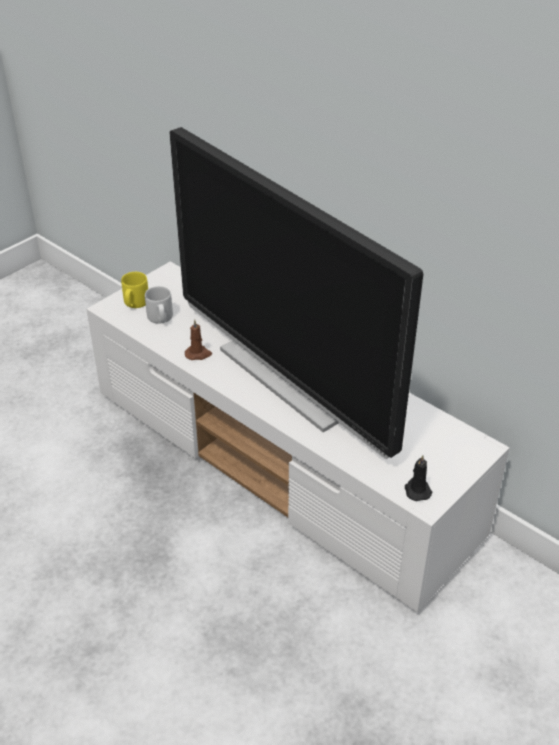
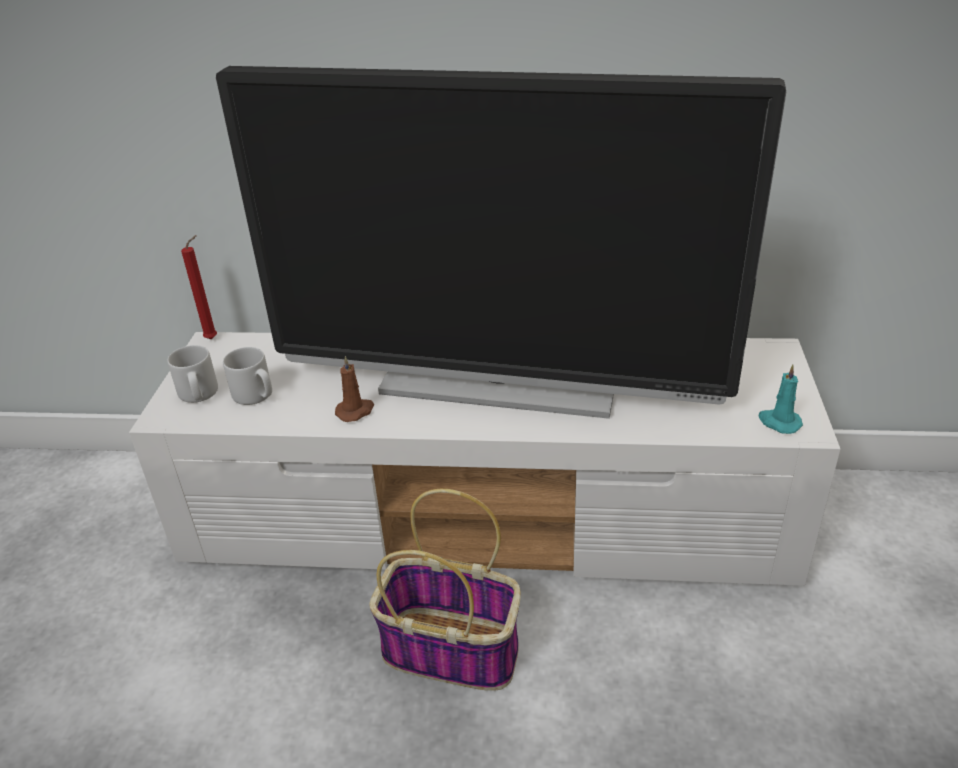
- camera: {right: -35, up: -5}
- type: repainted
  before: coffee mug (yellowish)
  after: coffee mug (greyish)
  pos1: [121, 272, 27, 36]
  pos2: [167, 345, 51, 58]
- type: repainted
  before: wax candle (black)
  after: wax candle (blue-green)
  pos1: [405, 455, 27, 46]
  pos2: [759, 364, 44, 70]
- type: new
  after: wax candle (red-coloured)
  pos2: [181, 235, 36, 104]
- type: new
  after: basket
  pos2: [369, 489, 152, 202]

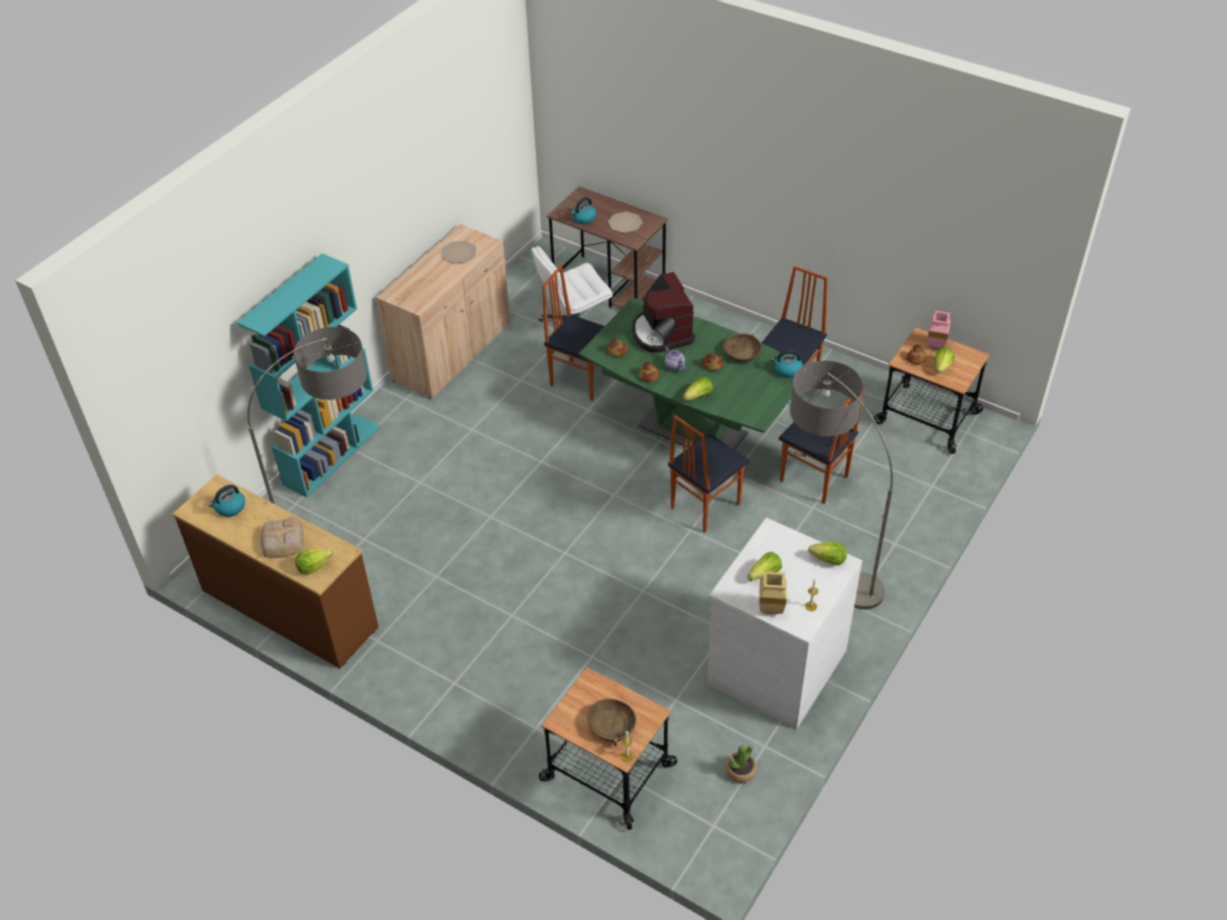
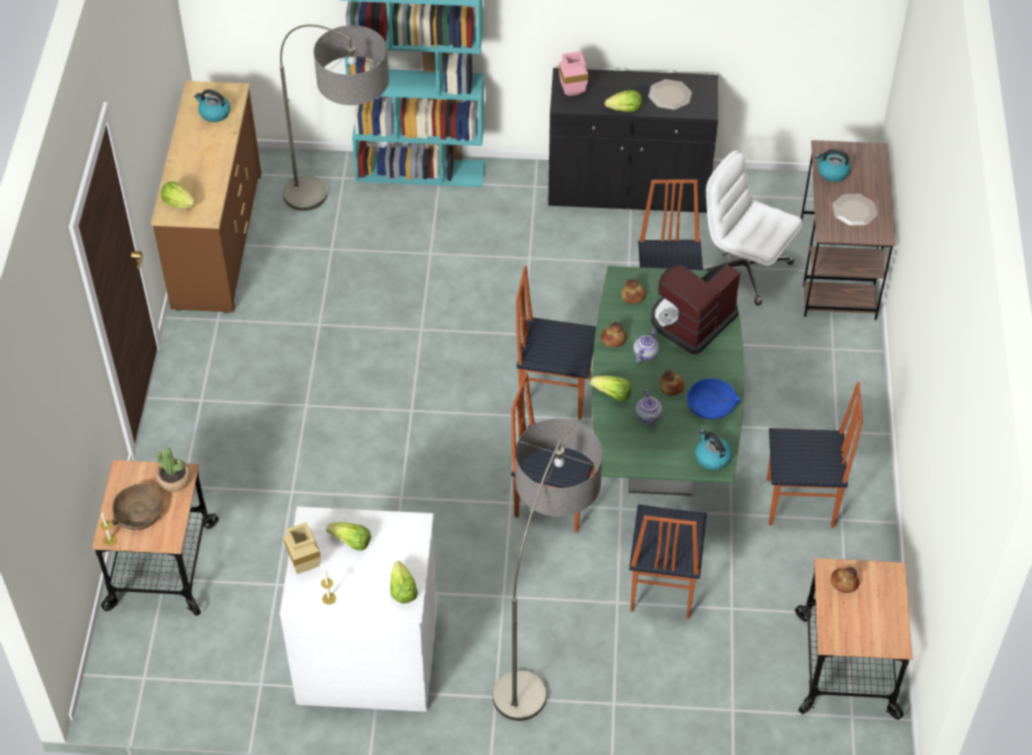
- camera: {right: 60, up: 5}
- type: gone
  before: bread
  pos1: [261, 517, 43, 41]
- type: repainted
  before: storage cabinet (sand-coloured)
  after: storage cabinet (black)
  pos1: [376, 224, 134, 175]
  pos2: [548, 68, 170, 145]
- type: repainted
  before: bowl (brown-coloured)
  after: bowl (blue-coloured)
  pos1: [723, 333, 39, 29]
  pos2: [687, 378, 54, 42]
- type: shifted
  before: houseplant
  pos1: [725, 745, 32, 38]
  pos2: [156, 447, 35, 45]
- type: shifted
  before: flower vase (pink)
  pos1: [927, 311, 24, 39]
  pos2: [559, 51, 29, 45]
- type: shifted
  before: lettuce head
  pos1: [934, 347, 21, 27]
  pos2: [604, 90, 38, 22]
- type: new
  after: chair
  pos2: [516, 266, 80, 154]
- type: new
  after: tea pot
  pos2: [636, 390, 26, 35]

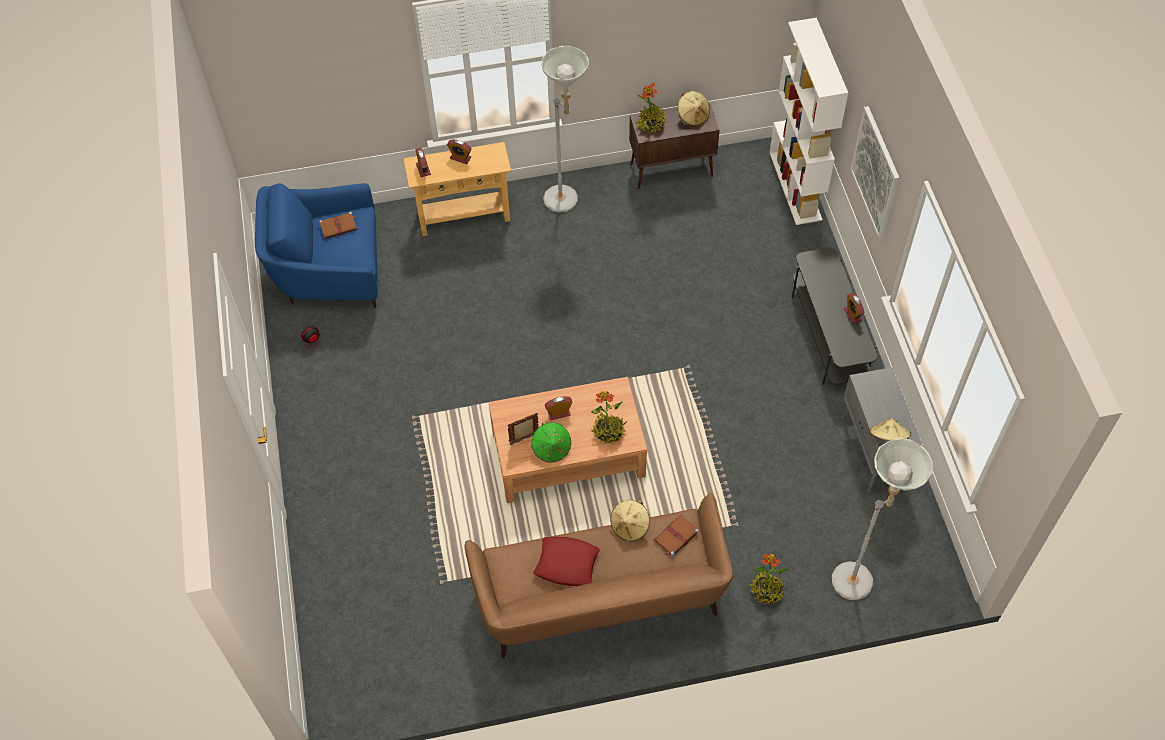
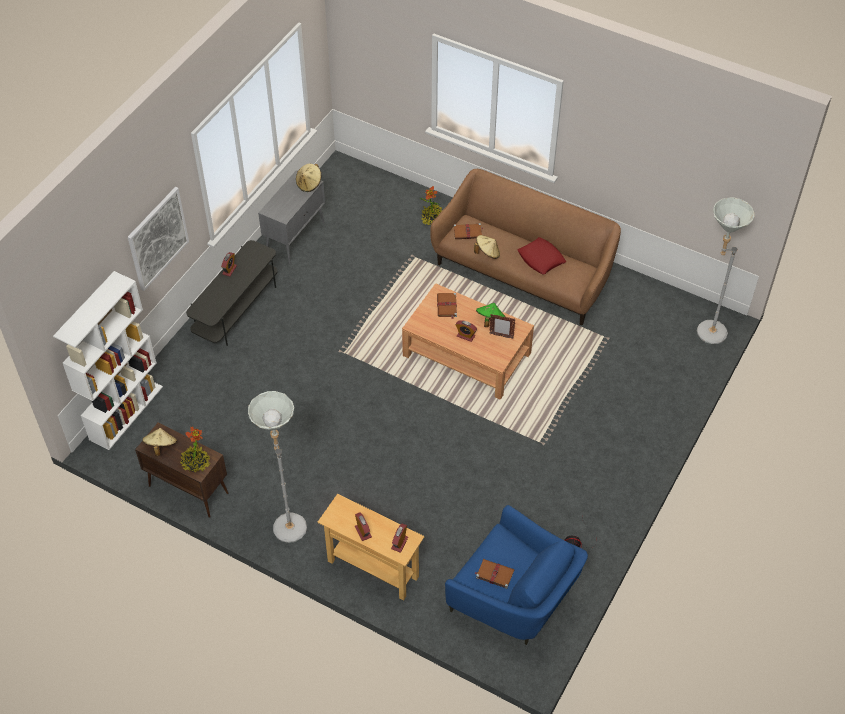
- camera: {right: -140, up: -5}
- type: swapped
  before: houseplant
  after: book (brown-coloured)
  pos1: [591, 391, 35, 53]
  pos2: [437, 293, 20, 26]
- type: shifted
  before: standard lamp (greyish)
  pos1: [832, 438, 101, 162]
  pos2: [697, 197, 58, 147]

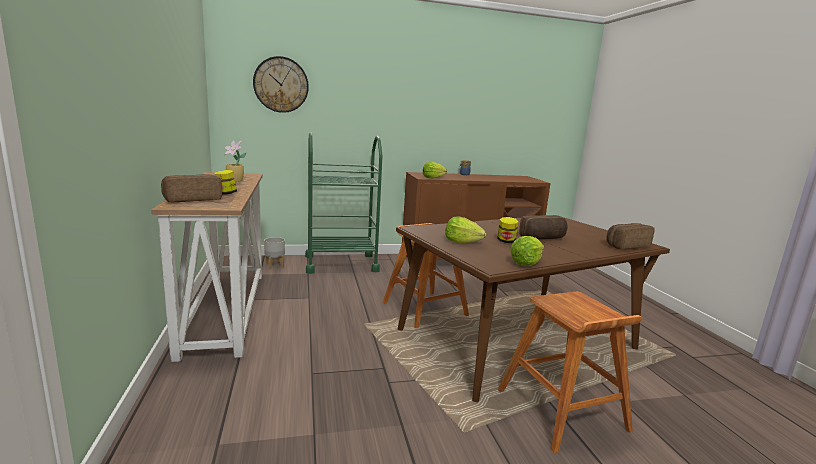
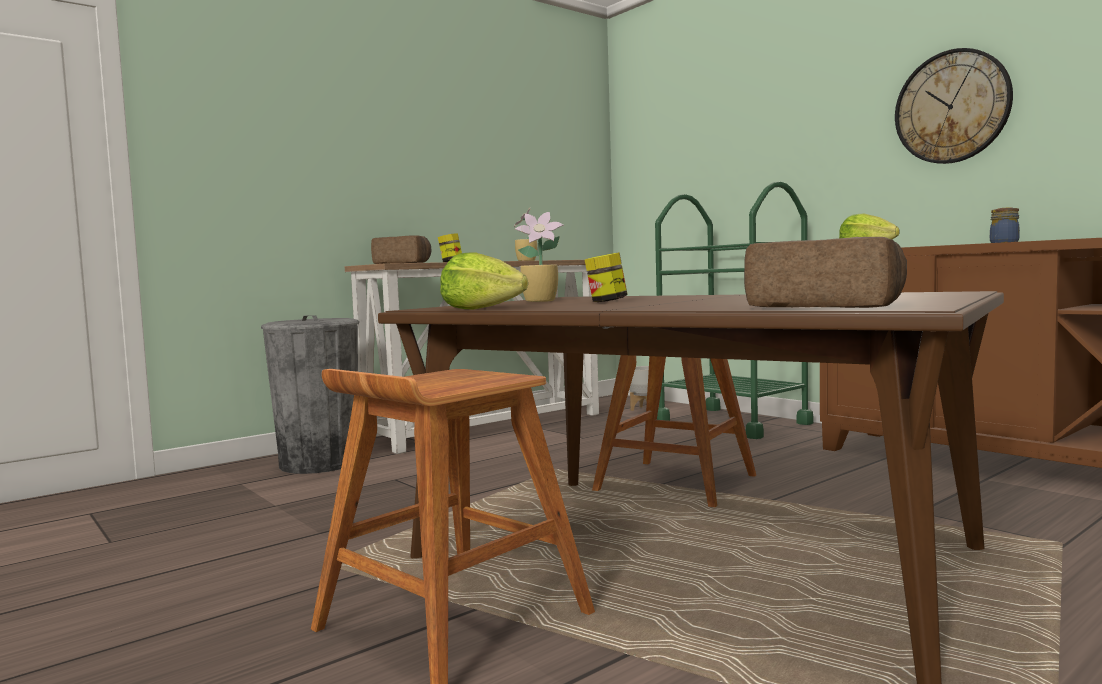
- camera: {right: 65, up: -10}
- type: shifted
  before: hanging clock
  pos1: [253, 56, 56, 57]
  pos2: [895, 48, 118, 116]
- type: swapped
  before: lettuce head
  after: houseplant
  pos1: [445, 216, 41, 27]
  pos2: [515, 212, 49, 90]
- type: gone
  before: bread
  pos1: [519, 215, 49, 24]
- type: new
  after: rubbish bin (greyish)
  pos2: [261, 315, 98, 159]

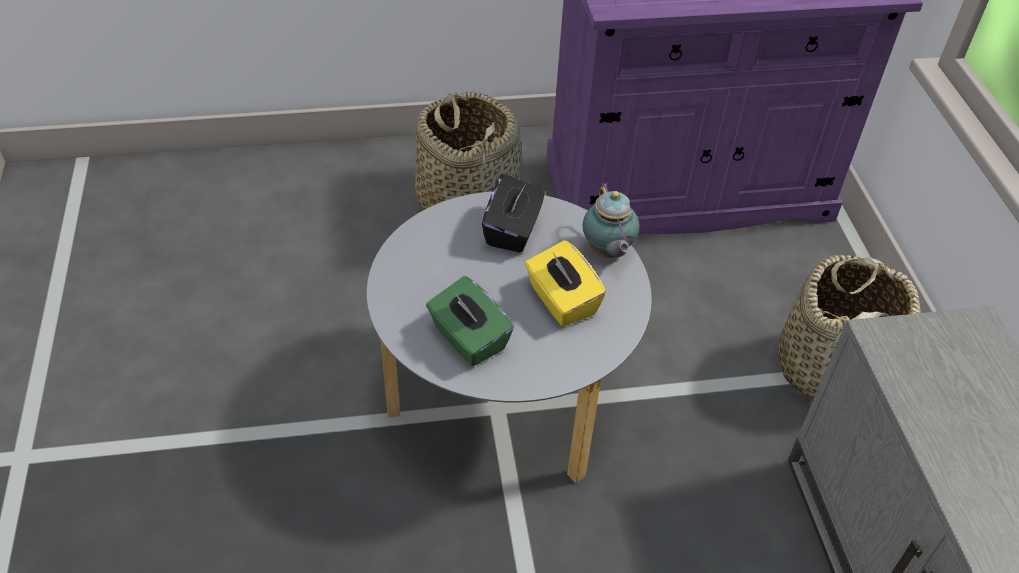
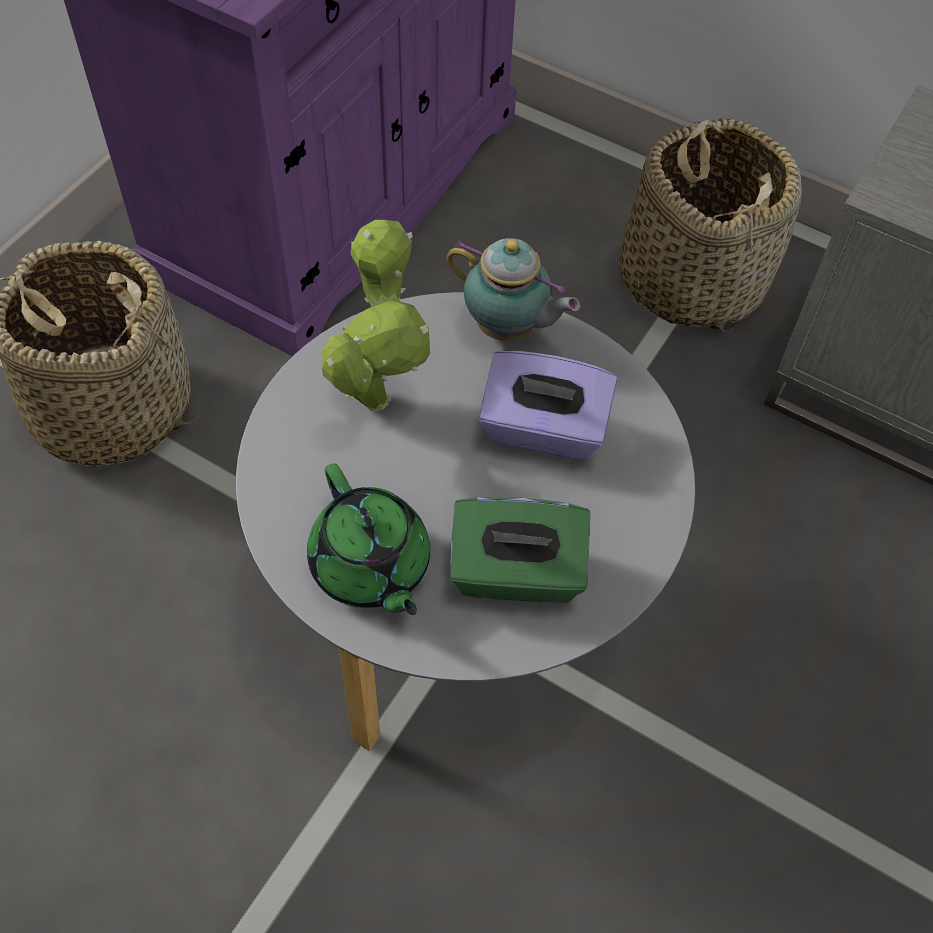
- camera: {right: -50, up: 10}
- type: swapped
  before: box of tissues (black)
  after: houseplant
  pos1: [482, 174, 63, 78]
  pos2: [321, 220, 109, 192]
- type: repainted
  before: box of tissues (yellowish)
  after: box of tissues (purple-coloured)
  pos1: [525, 240, 81, 87]
  pos2: [479, 351, 138, 110]
- type: new
  after: tea pot (greenish)
  pos2: [307, 464, 123, 151]

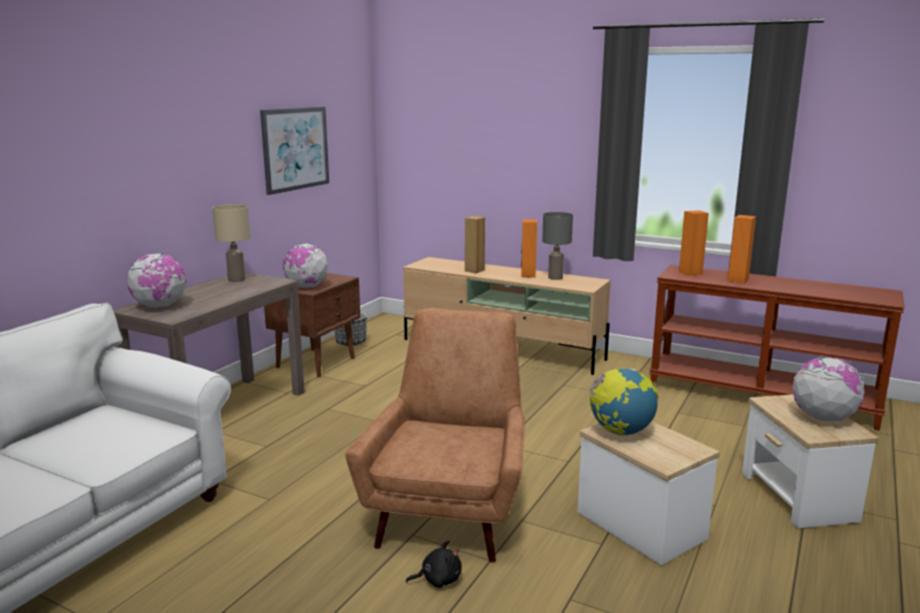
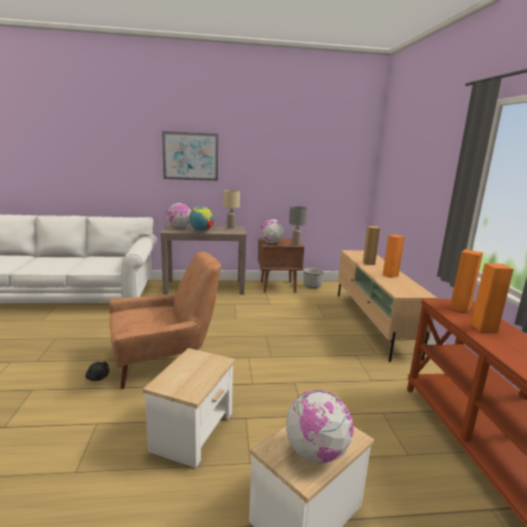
- camera: {right: 55, up: 0}
- type: shifted
  before: wall picture
  pos1: [260, 107, 69, 88]
  pos2: [162, 131, 56, 50]
- type: shifted
  before: table lamp (greyish)
  pos1: [542, 212, 31, 68]
  pos2: [289, 206, 18, 40]
- type: shifted
  before: world globe
  pos1: [589, 368, 69, 68]
  pos2: [189, 206, 25, 26]

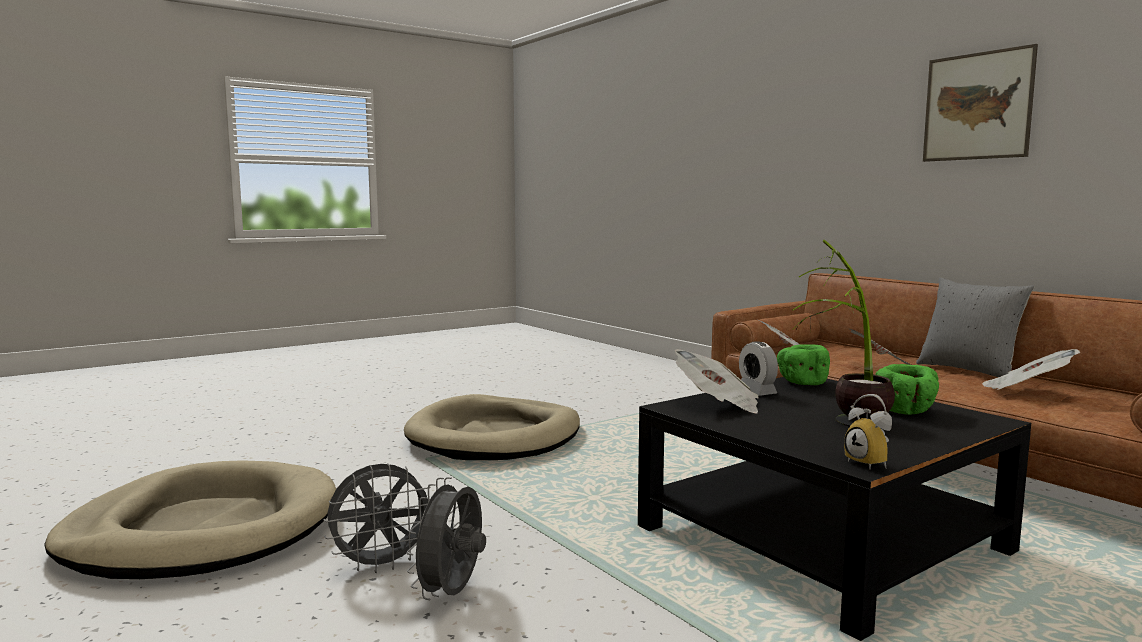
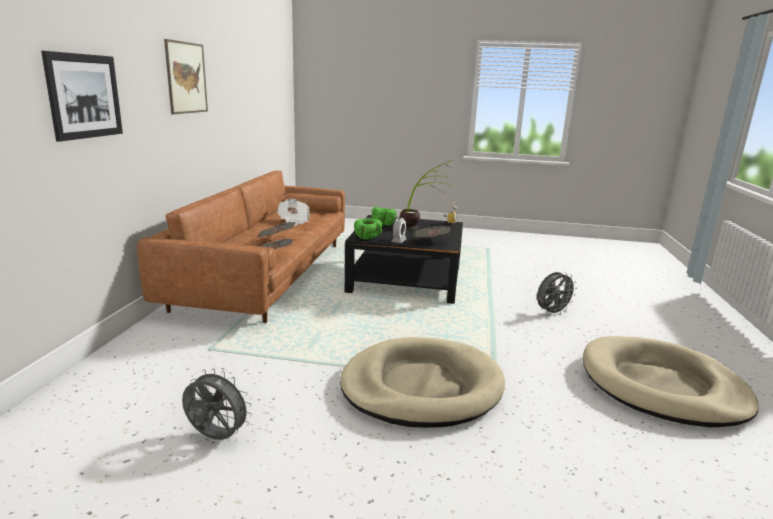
- camera: {right: -135, up: 10}
- type: shifted
  before: electric fan (greyish)
  pos1: [323, 463, 107, 110]
  pos2: [182, 368, 70, 72]
- type: gone
  before: pillow (greyish)
  pos1: [916, 278, 118, 99]
- type: new
  after: wall picture
  pos2: [41, 51, 82, 91]

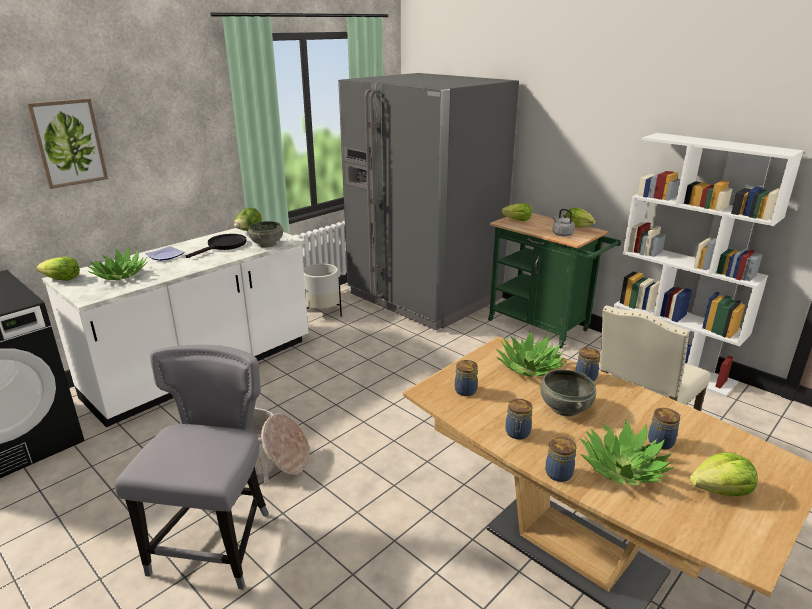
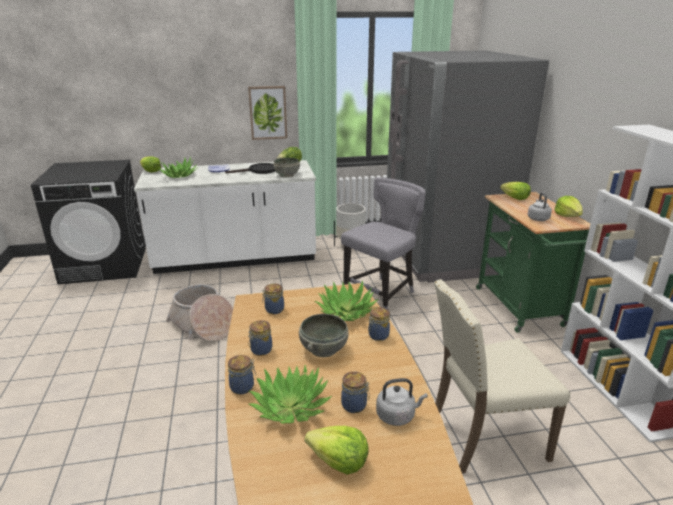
- camera: {right: 35, up: 0}
- type: shifted
  before: wall picture
  pos1: [27, 98, 81, 91]
  pos2: [248, 86, 39, 54]
- type: shifted
  before: chair (greyish)
  pos1: [115, 345, 154, 245]
  pos2: [341, 178, 85, 131]
- type: new
  after: kettle (greyish)
  pos2: [376, 378, 52, 48]

